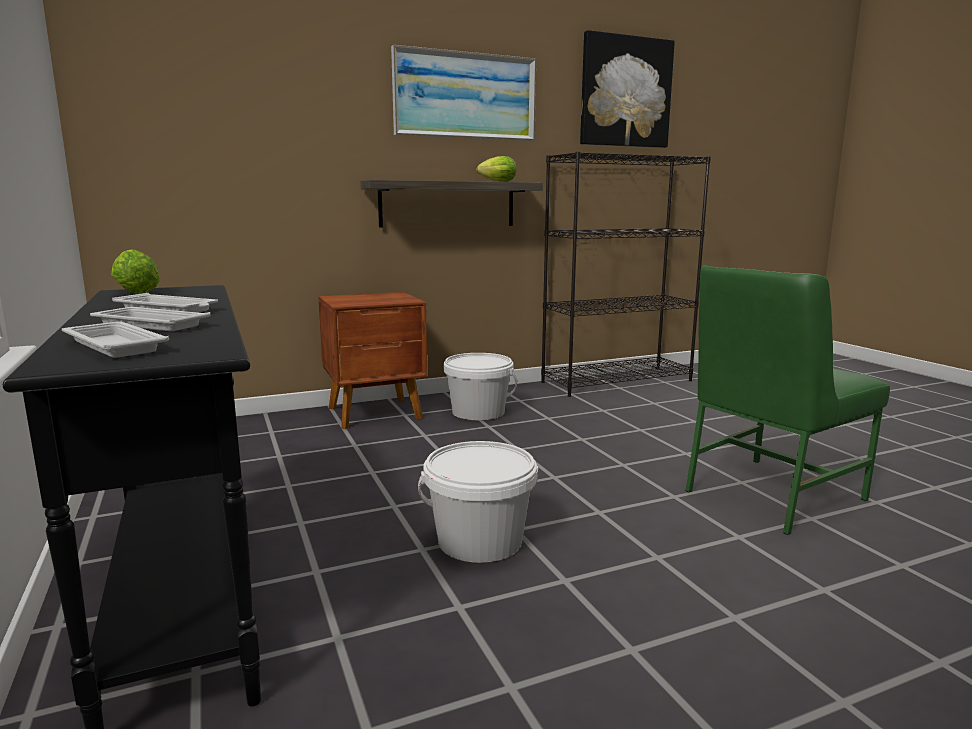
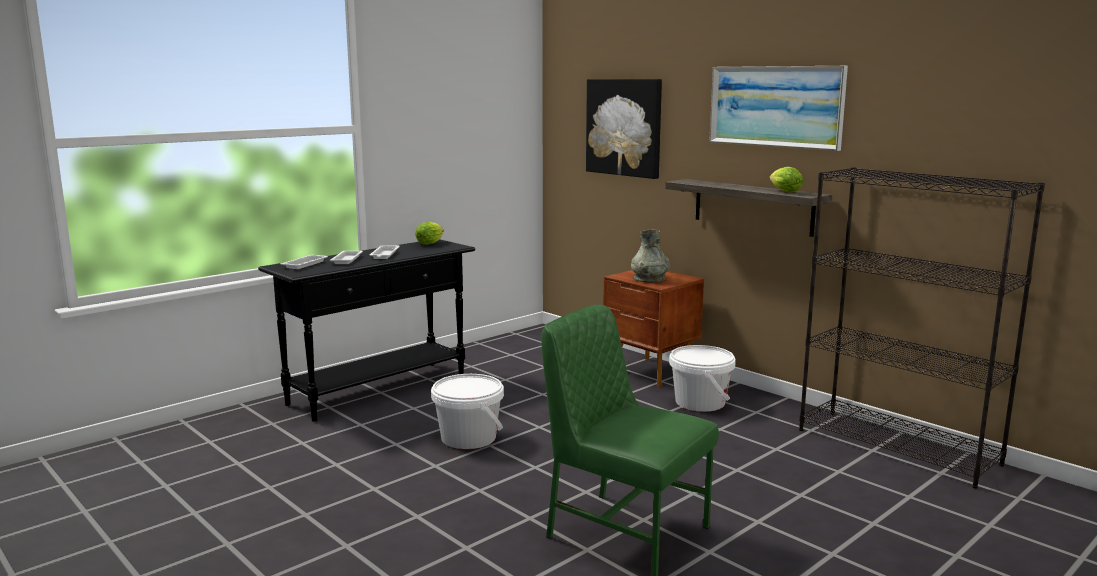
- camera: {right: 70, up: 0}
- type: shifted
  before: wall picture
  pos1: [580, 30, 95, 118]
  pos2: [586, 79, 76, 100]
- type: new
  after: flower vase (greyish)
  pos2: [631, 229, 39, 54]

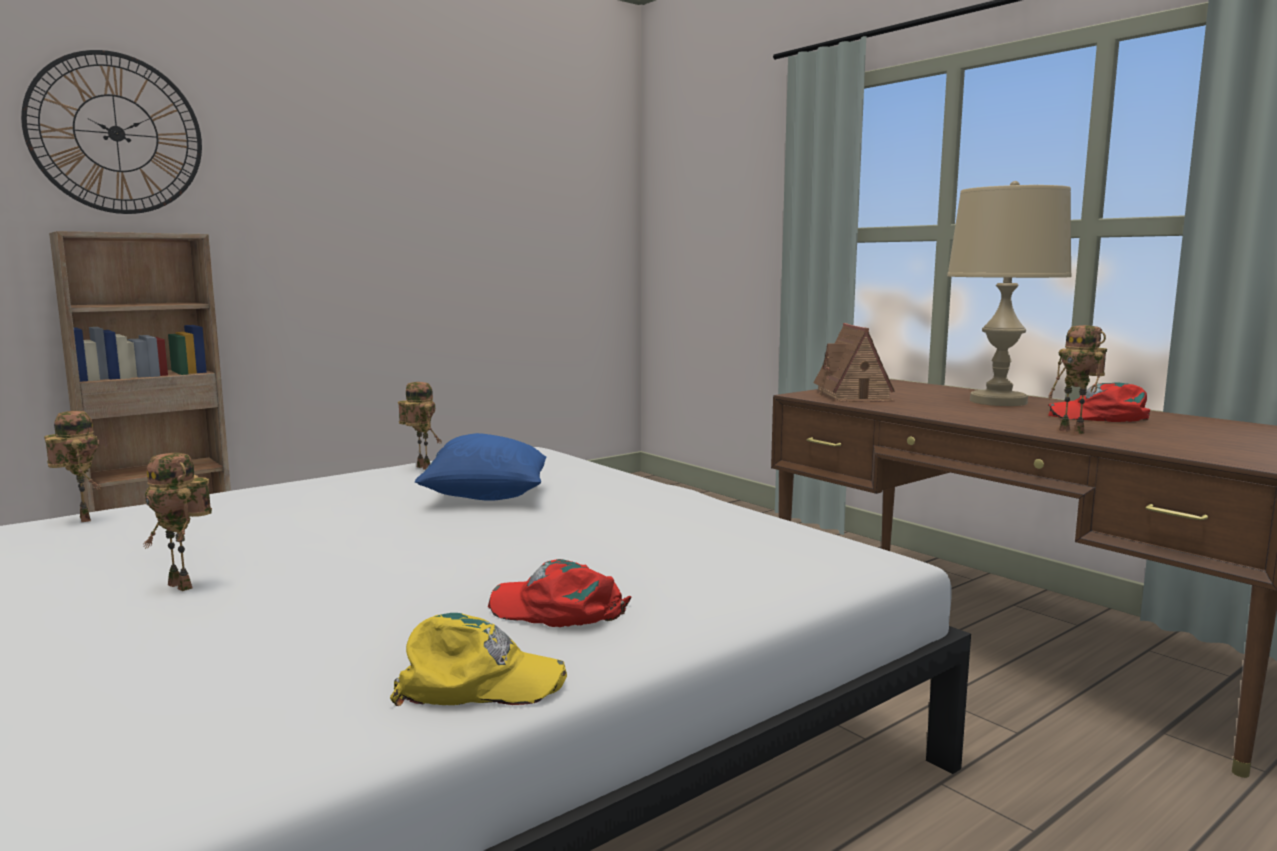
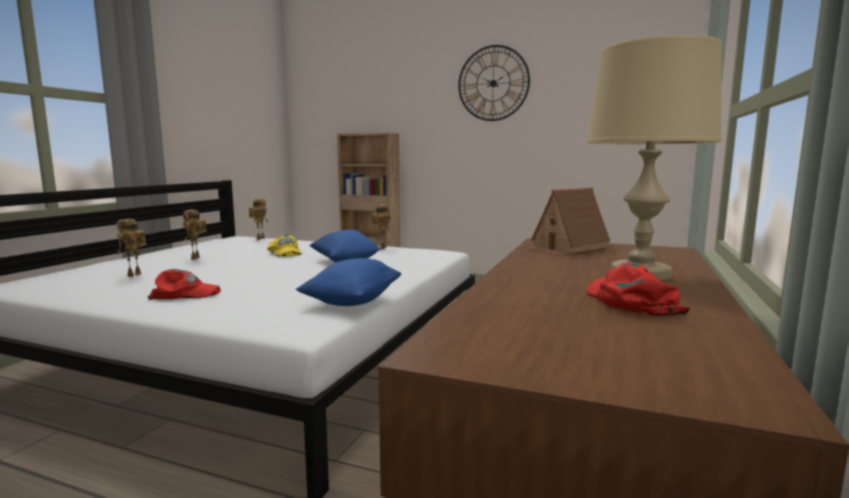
- camera: {right: 60, up: 0}
- type: shifted
  before: hanging clock
  pos1: [21, 50, 181, 164]
  pos2: [458, 45, 72, 76]
- type: shifted
  before: baseball cap (yellowish)
  pos1: [390, 613, 177, 93]
  pos2: [267, 234, 35, 23]
- type: rotated
  before: baseball cap (red-coloured)
  pos1: [488, 559, 143, 68]
  pos2: [148, 269, 73, 31]
  turn: 90
- type: shifted
  before: robot figure
  pos1: [1048, 325, 59, 109]
  pos2: [116, 219, 30, 58]
- type: new
  after: pillow (blue-coloured)
  pos2: [296, 258, 105, 48]

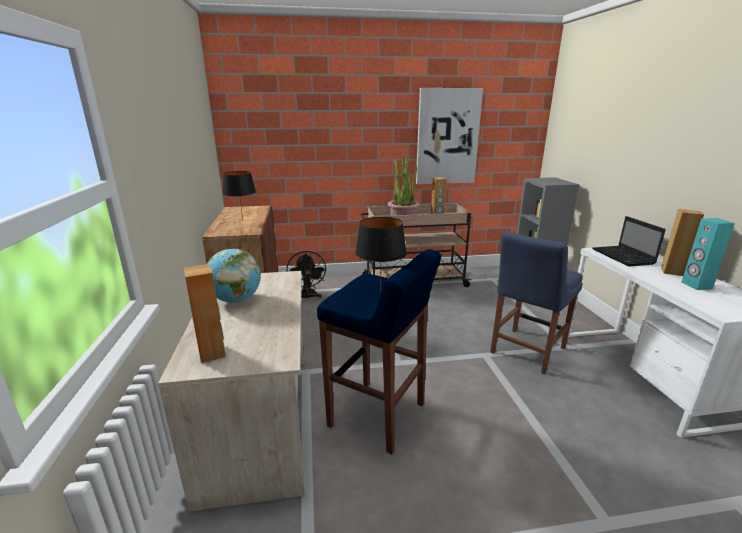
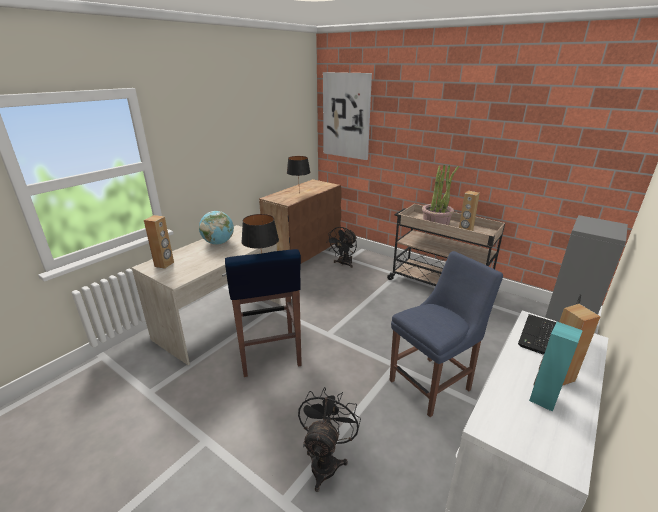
- camera: {right: 45, up: 5}
- type: shifted
  before: wall picture
  pos1: [416, 88, 67, 96]
  pos2: [323, 72, 49, 88]
- type: rotated
  before: chair (blue-coloured)
  pos1: [490, 231, 93, 143]
  pos2: [390, 251, 113, 166]
  turn: 150
- type: new
  after: electric fan (black)
  pos2: [298, 387, 63, 105]

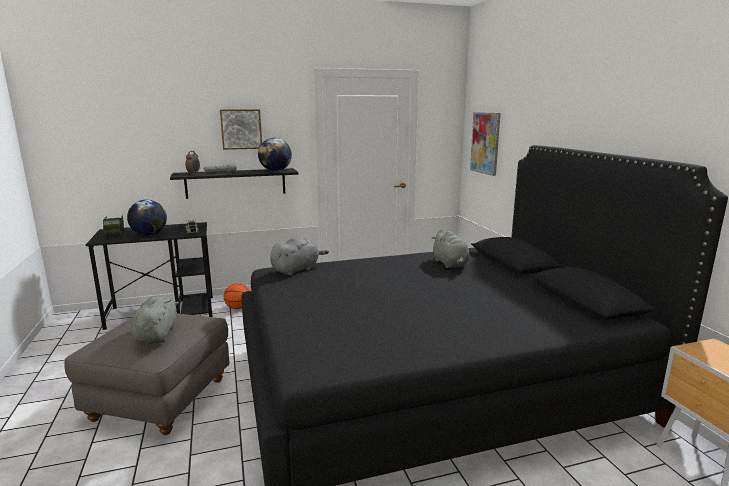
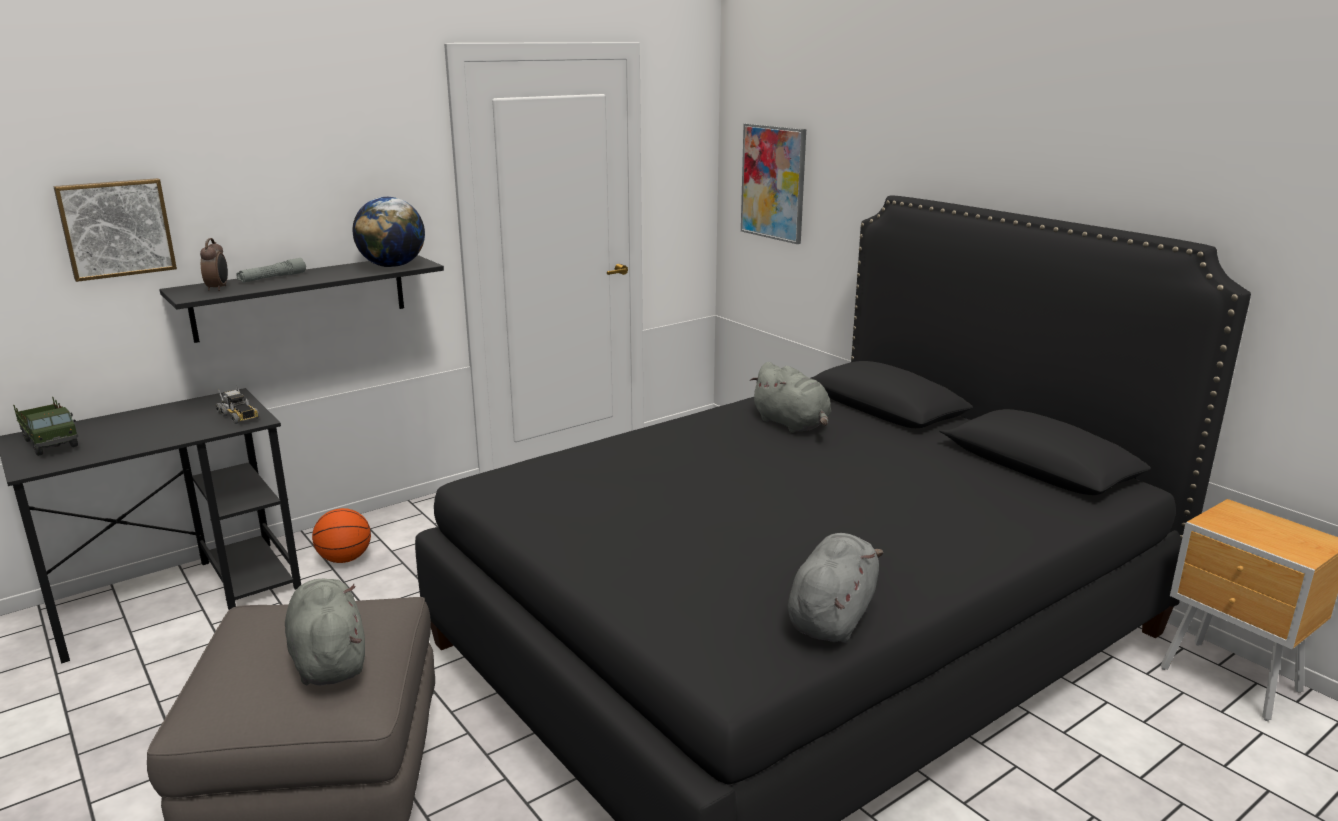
- camera: {right: -20, up: 5}
- type: gone
  before: world globe
  pos1: [127, 200, 40, 36]
- type: shifted
  before: wall picture
  pos1: [220, 109, 42, 41]
  pos2: [53, 178, 124, 104]
- type: shifted
  before: soft toy (greyish)
  pos1: [270, 237, 59, 39]
  pos2: [788, 533, 95, 110]

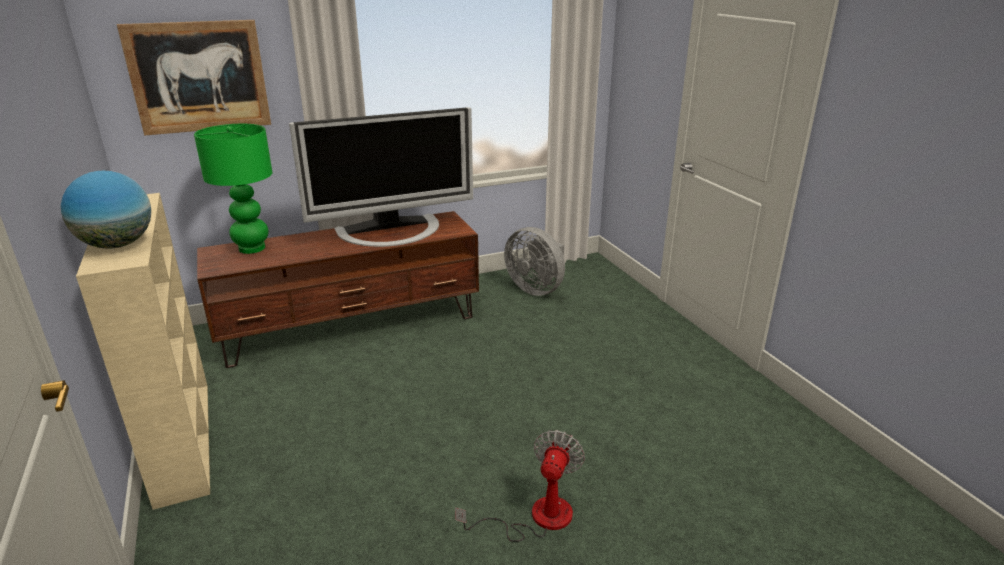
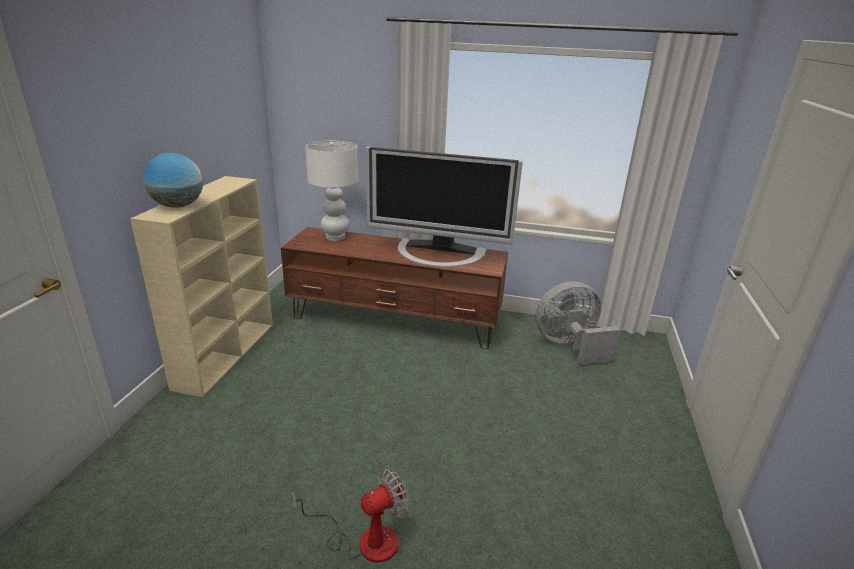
- camera: {right: 35, up: 0}
- type: gone
  before: wall picture
  pos1: [117, 20, 154, 116]
- type: repainted
  before: table lamp (greenish)
  after: table lamp (white-coloured)
  pos1: [194, 124, 78, 130]
  pos2: [305, 140, 53, 101]
- type: rotated
  before: electric fan (greyish)
  pos1: [504, 227, 61, 69]
  pos2: [535, 281, 85, 83]
  turn: 90

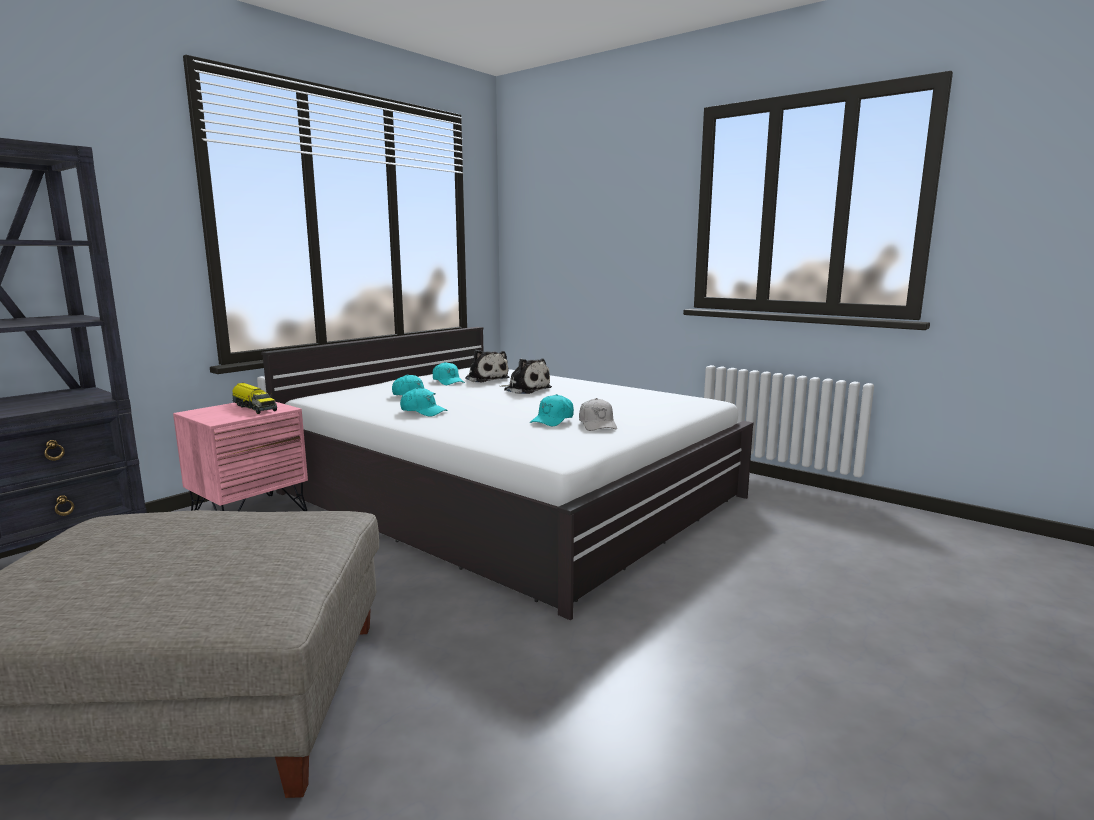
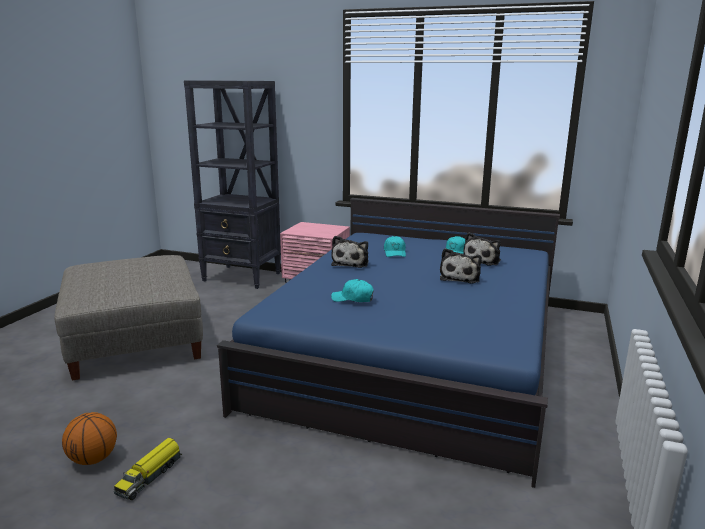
- camera: {right: 70, up: 5}
- type: shifted
  before: model truck
  pos1: [232, 383, 45, 31]
  pos2: [114, 437, 68, 63]
- type: repainted
  before: bed (white-coloured)
  after: bed (blue-coloured)
  pos1: [261, 327, 493, 293]
  pos2: [217, 198, 343, 290]
- type: swapped
  before: baseball cap (blue-green)
  after: soft toy
  pos1: [400, 388, 48, 29]
  pos2: [331, 236, 38, 32]
- type: gone
  before: baseball cap (white-coloured)
  pos1: [579, 398, 38, 33]
- type: new
  after: ball for basketball
  pos2: [62, 412, 55, 53]

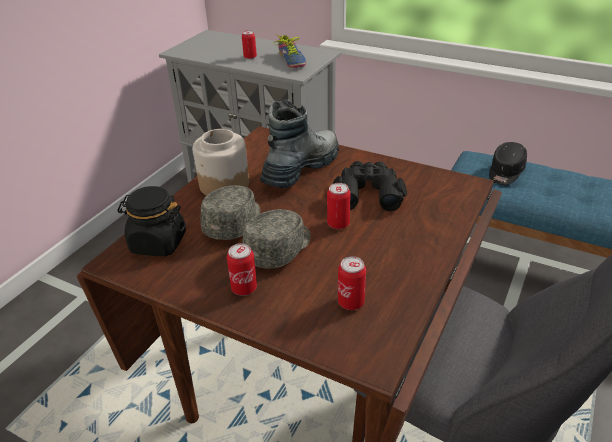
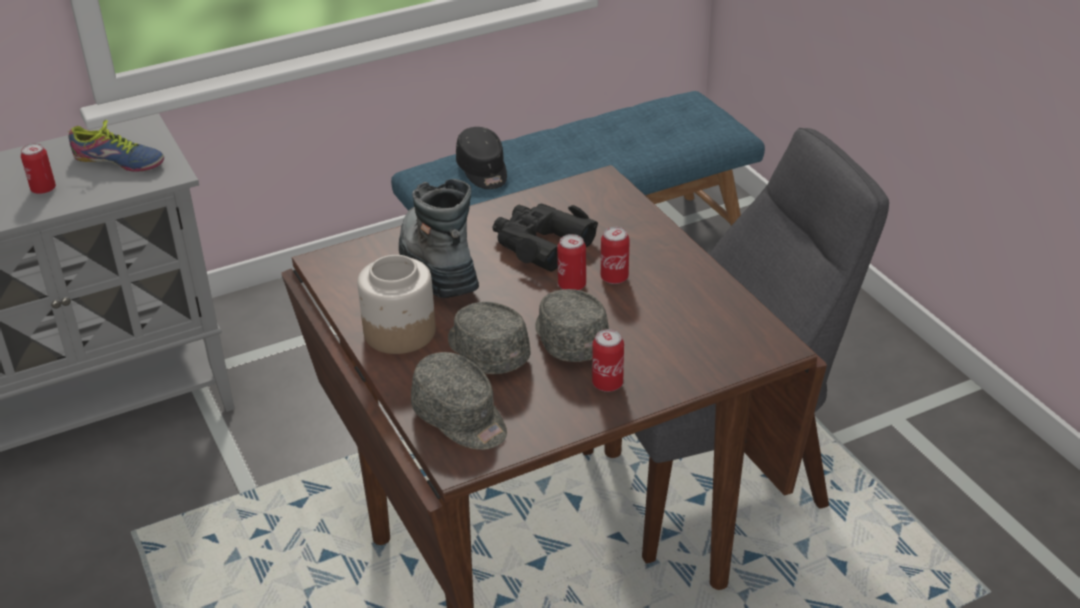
- camera: {right: -55, up: 0}
- type: swapped
  before: jar (black)
  after: baseball cap (greyish)
  pos1: [118, 186, 68, 70]
  pos2: [411, 352, 96, 98]
- type: shifted
  before: metal can
  pos1: [338, 256, 28, 54]
  pos2: [601, 227, 29, 57]

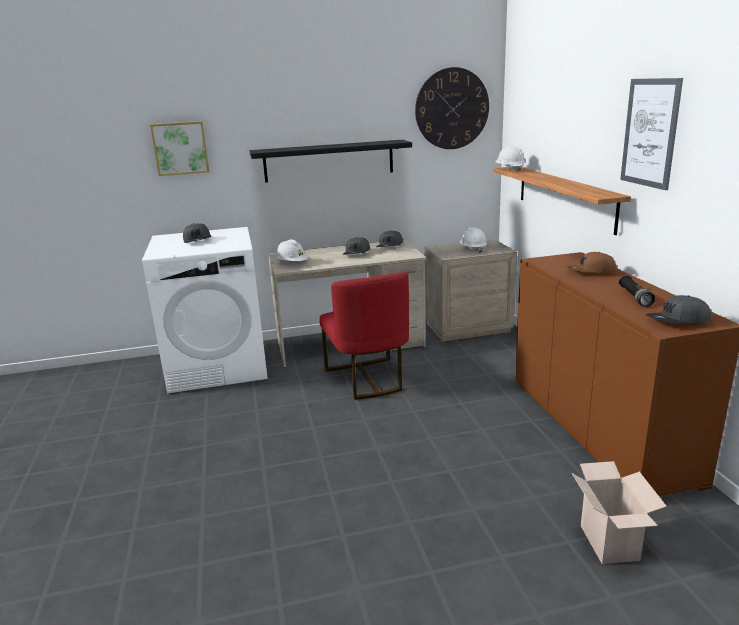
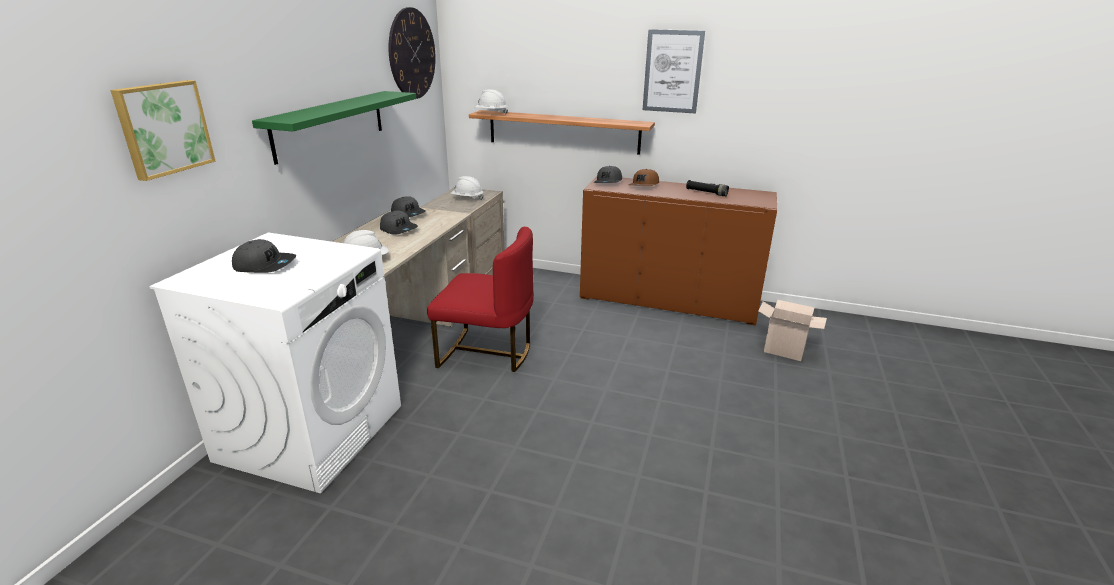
- camera: {right: -60, up: 5}
- type: repainted
  before: bracket shelf (black)
  after: bracket shelf (greenish)
  pos1: [249, 140, 163, 43]
  pos2: [252, 91, 164, 74]
- type: shifted
  before: baseball cap (greyish)
  pos1: [646, 295, 65, 29]
  pos2: [594, 166, 28, 17]

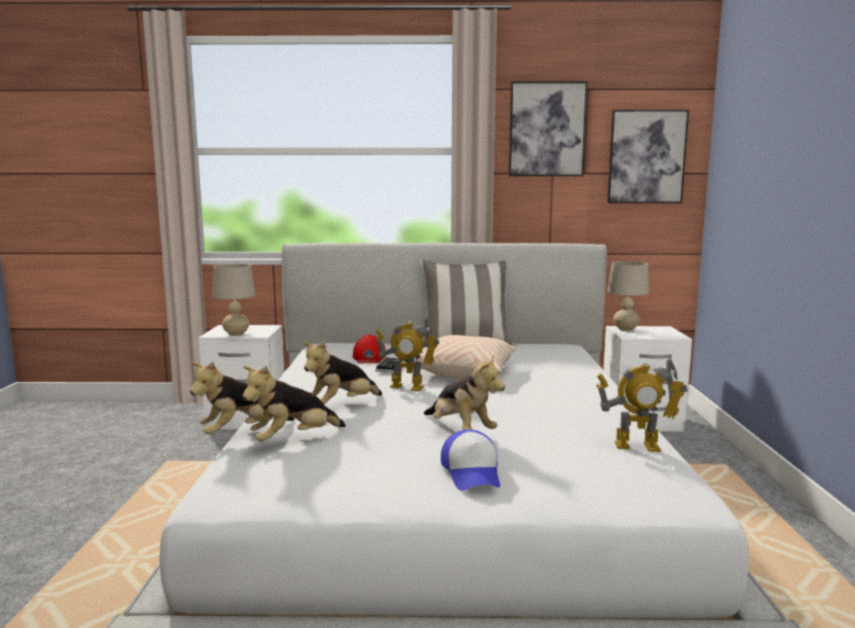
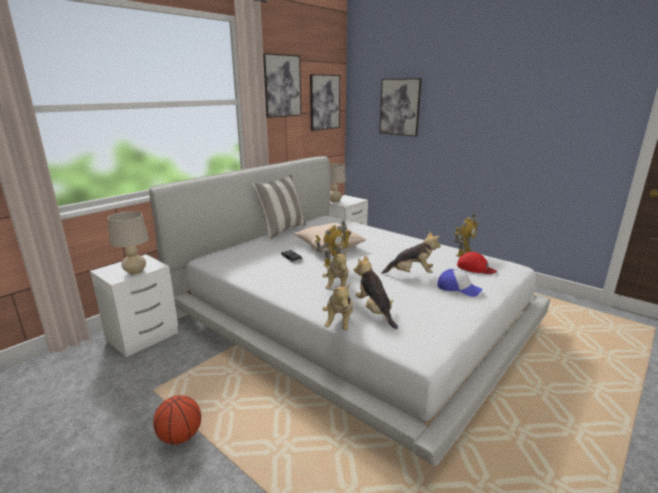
- camera: {right: -50, up: 10}
- type: rotated
  before: soft toy
  pos1: [242, 366, 104, 75]
  pos2: [354, 255, 44, 74]
  turn: 150
- type: shifted
  before: baseball cap (red-coloured)
  pos1: [353, 335, 32, 28]
  pos2: [457, 252, 40, 22]
- type: new
  after: ball for basketball
  pos2: [153, 395, 48, 50]
- type: new
  after: wall picture
  pos2: [379, 78, 43, 59]

